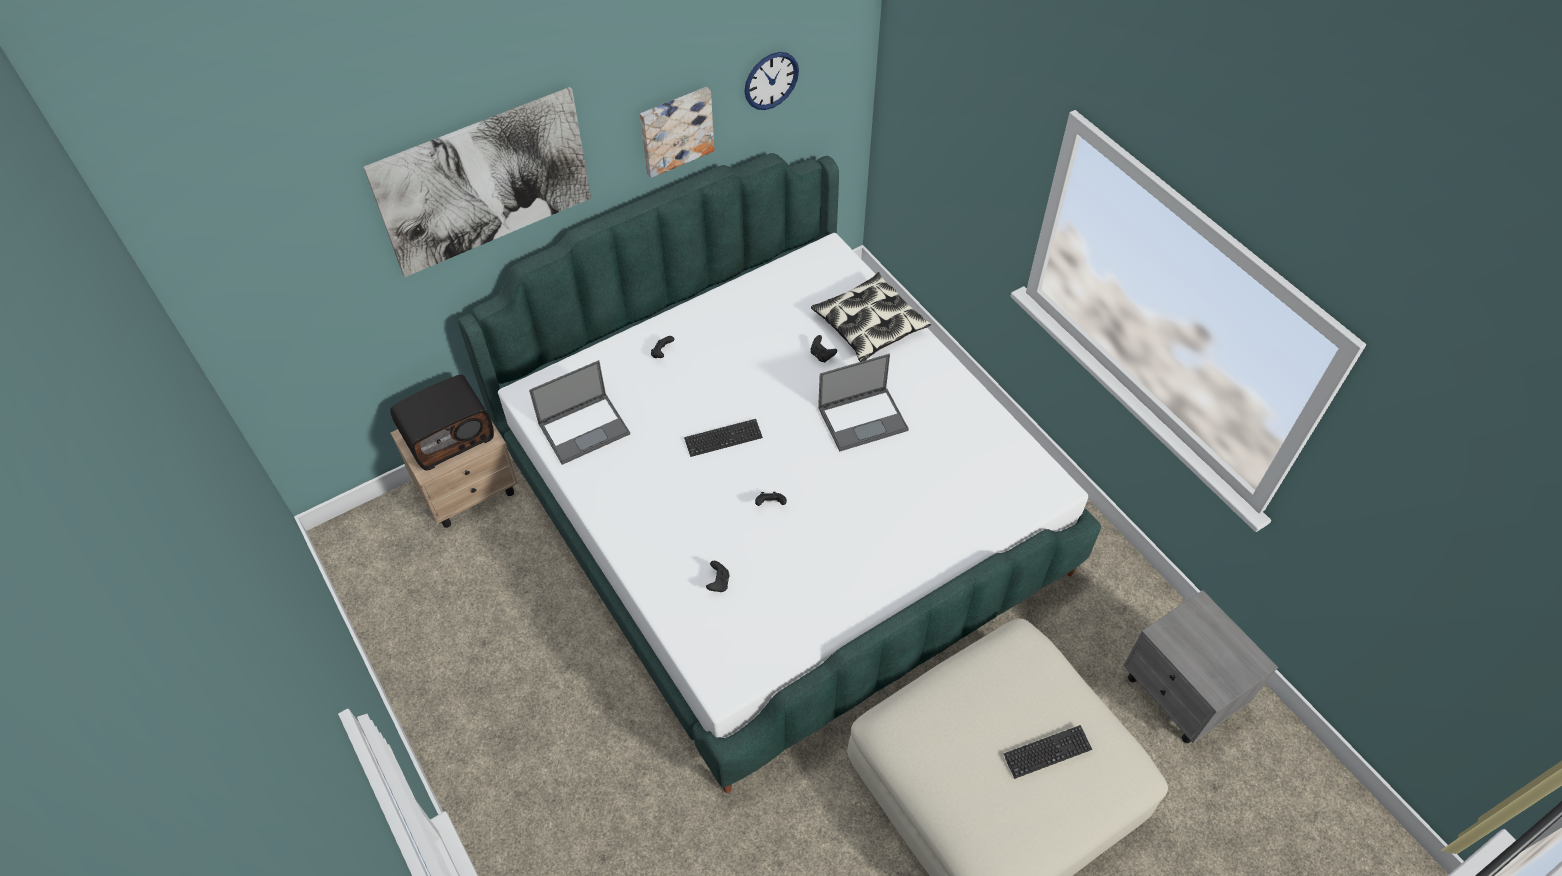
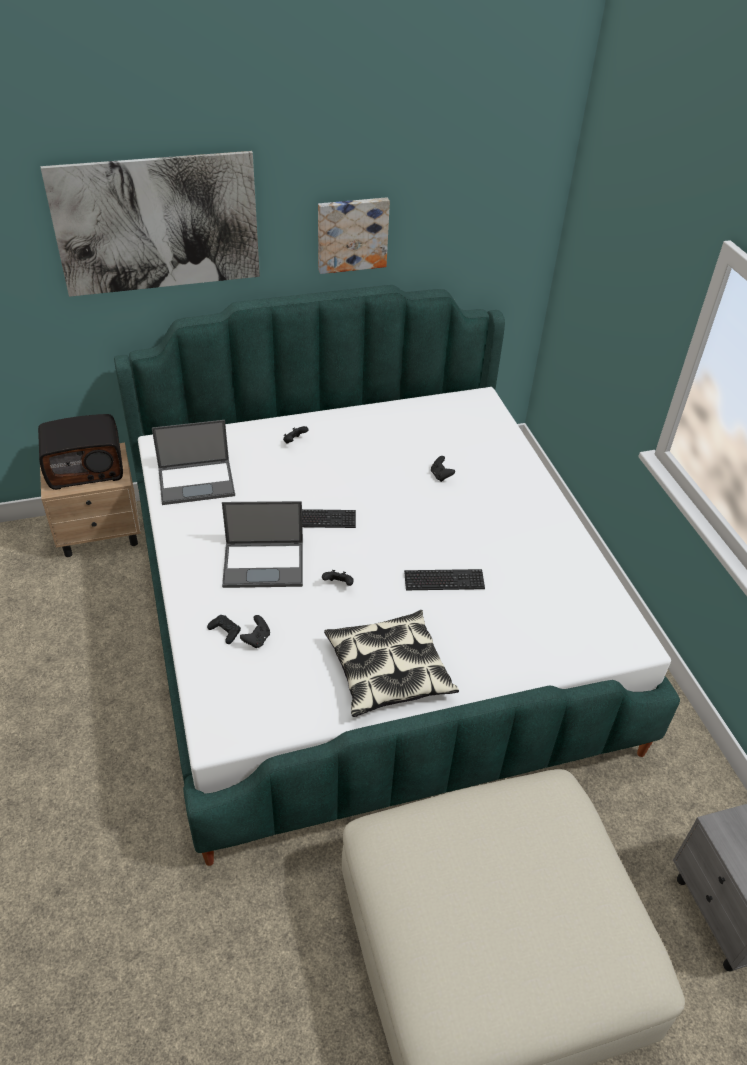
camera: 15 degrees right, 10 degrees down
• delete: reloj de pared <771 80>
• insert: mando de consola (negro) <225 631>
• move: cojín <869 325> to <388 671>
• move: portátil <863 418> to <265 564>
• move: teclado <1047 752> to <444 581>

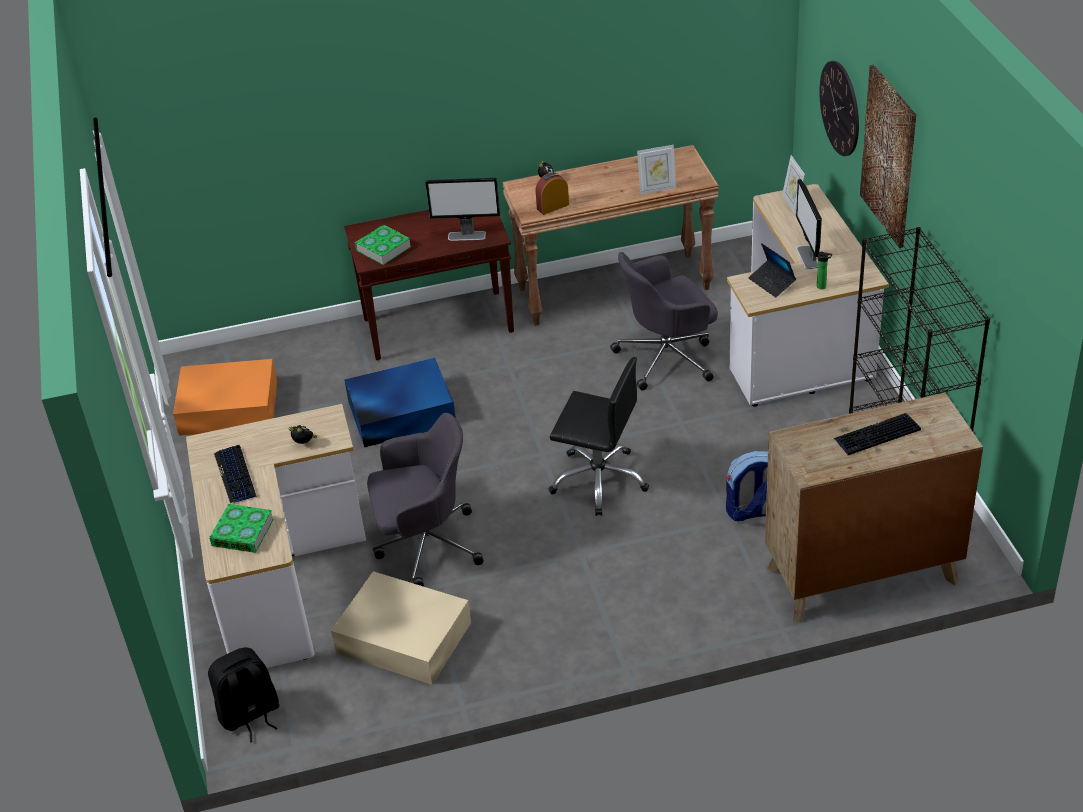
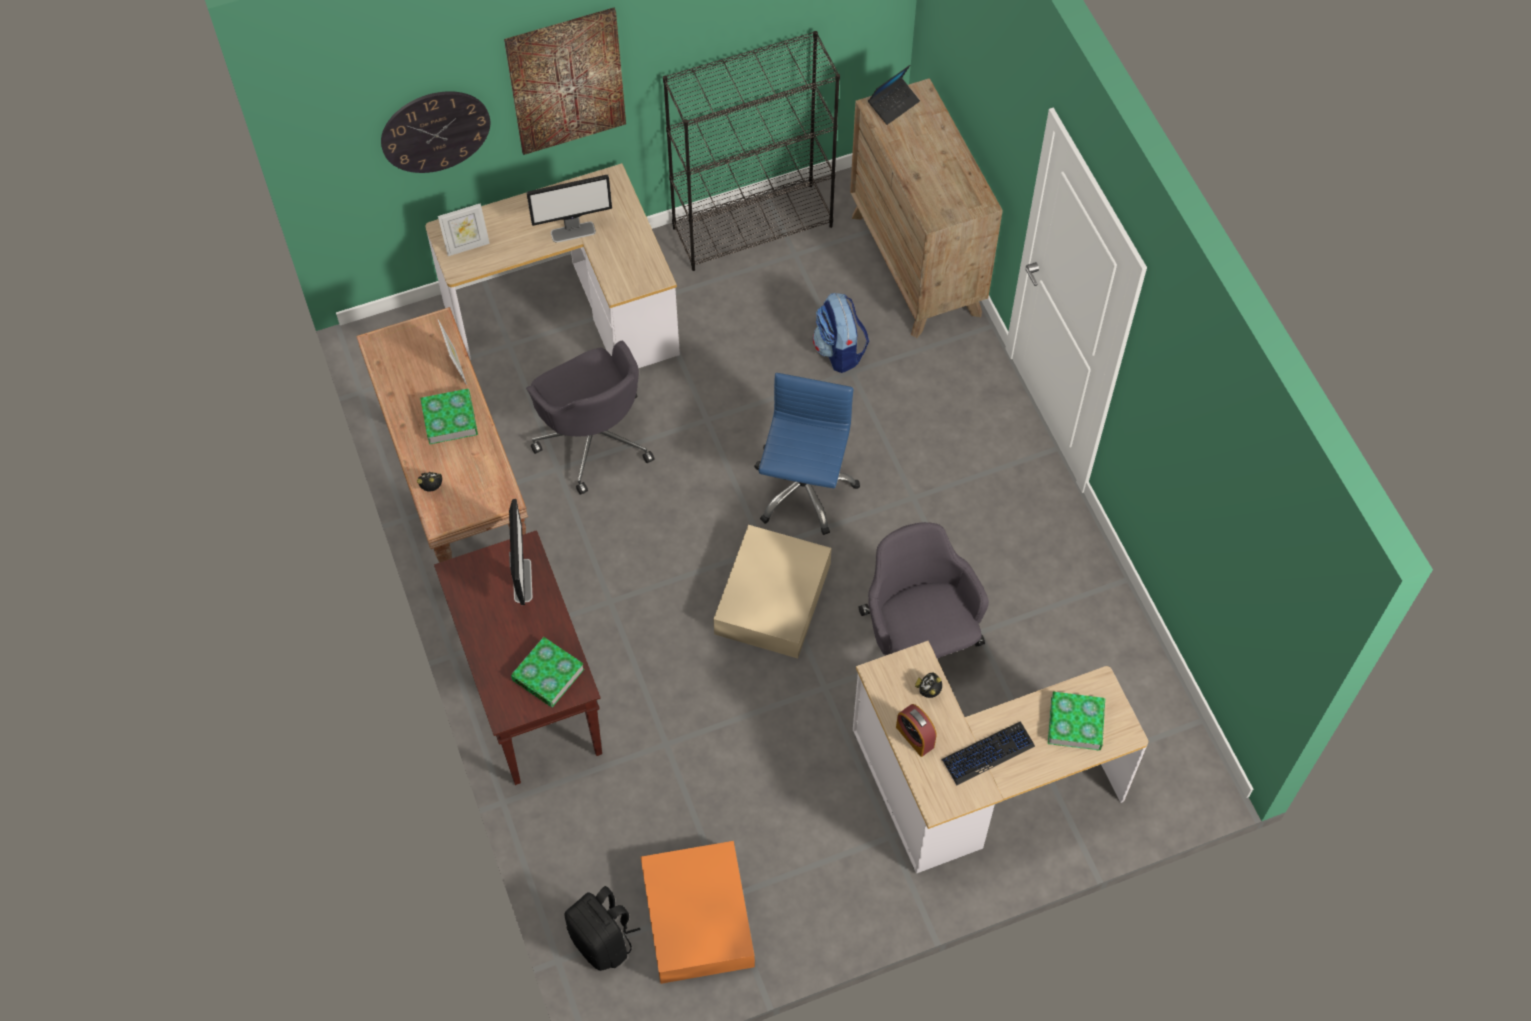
camera: 100 degrees left, 20 degrees up
• delete: caja de almacenaje (azul) <400 412>
• delete: botella <822 287>
• delete: teclado <877 435>
• insert: libro <450 419>
• move: mochila (negro) <250 715> to <603 940>
• move: caja de almacenaje (beis) <402 636> to <771 600>
• move: despertador <553 206> to <915 737>
• move: portátil <772 282> to <893 104>
• recolor: silla de oficina (negro) <599 480> to silla de oficina (azul) <803 489>

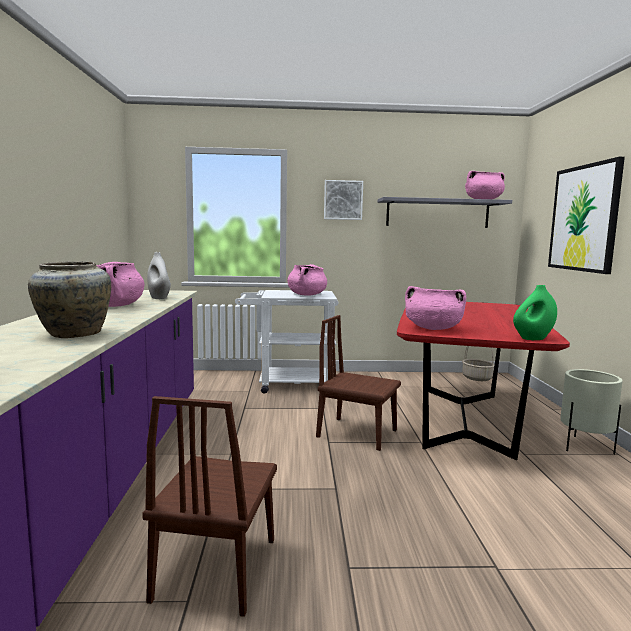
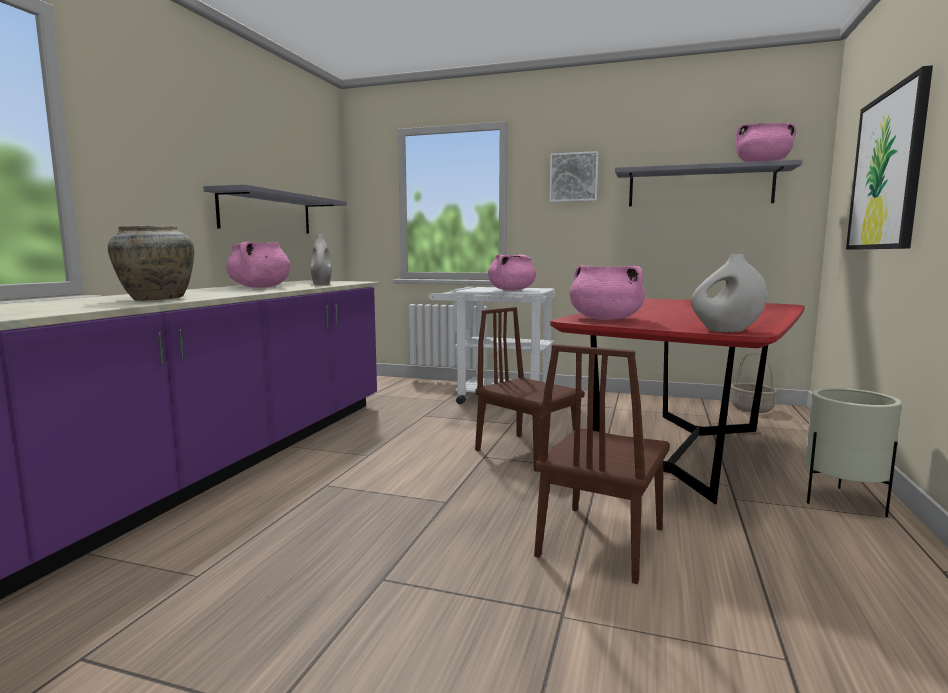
camera: 20 degrees right, 0 degrees up
• insert: estante (gris) <266 213>
• move: silla (marrón) <216 568> to <601 541>
• recolor: florero (verde) <533 338> to florero (blanco) <726 331>

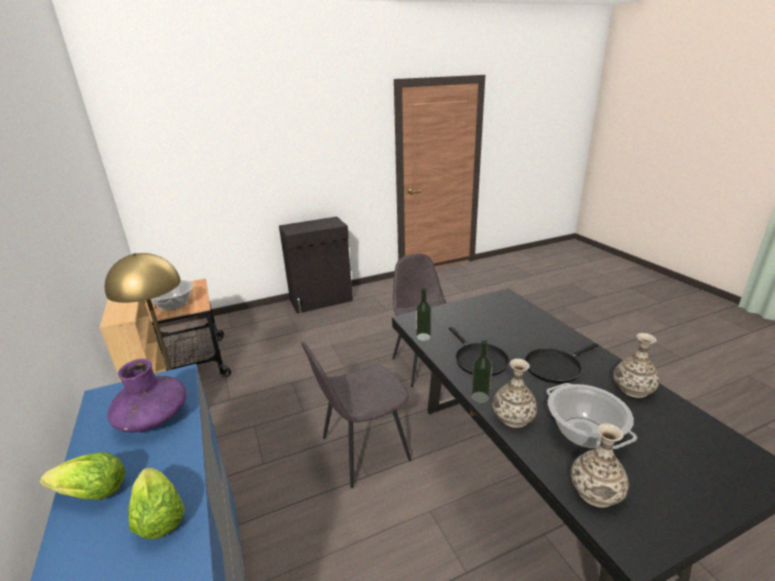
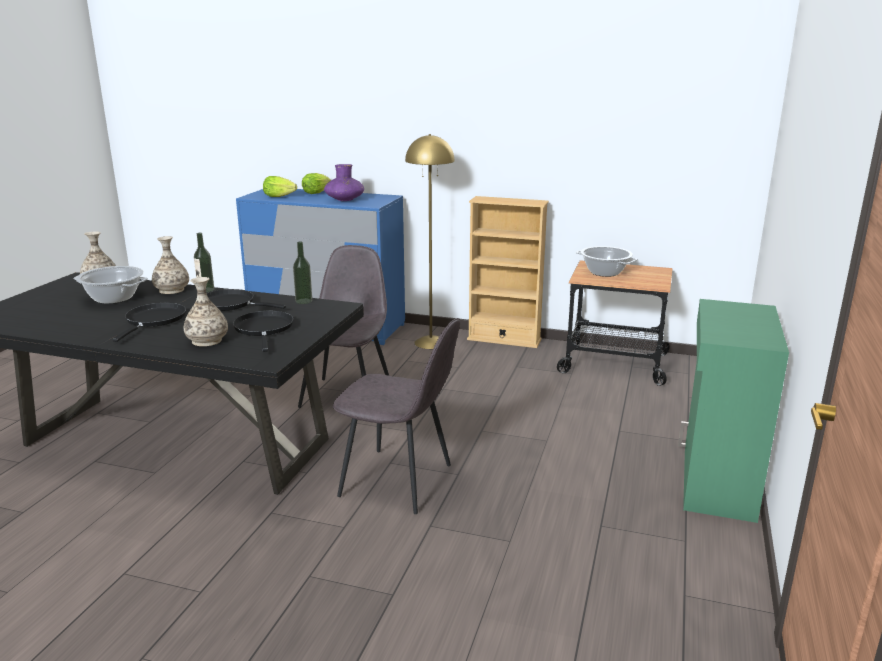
camera: 130 degrees right, 5 degrees down
• insert: sartén (negro) <264 329>
• move: florero <633 389> to <207 340>
• recolor: armario (negro) <321 301> to armario (verde) <715 482>

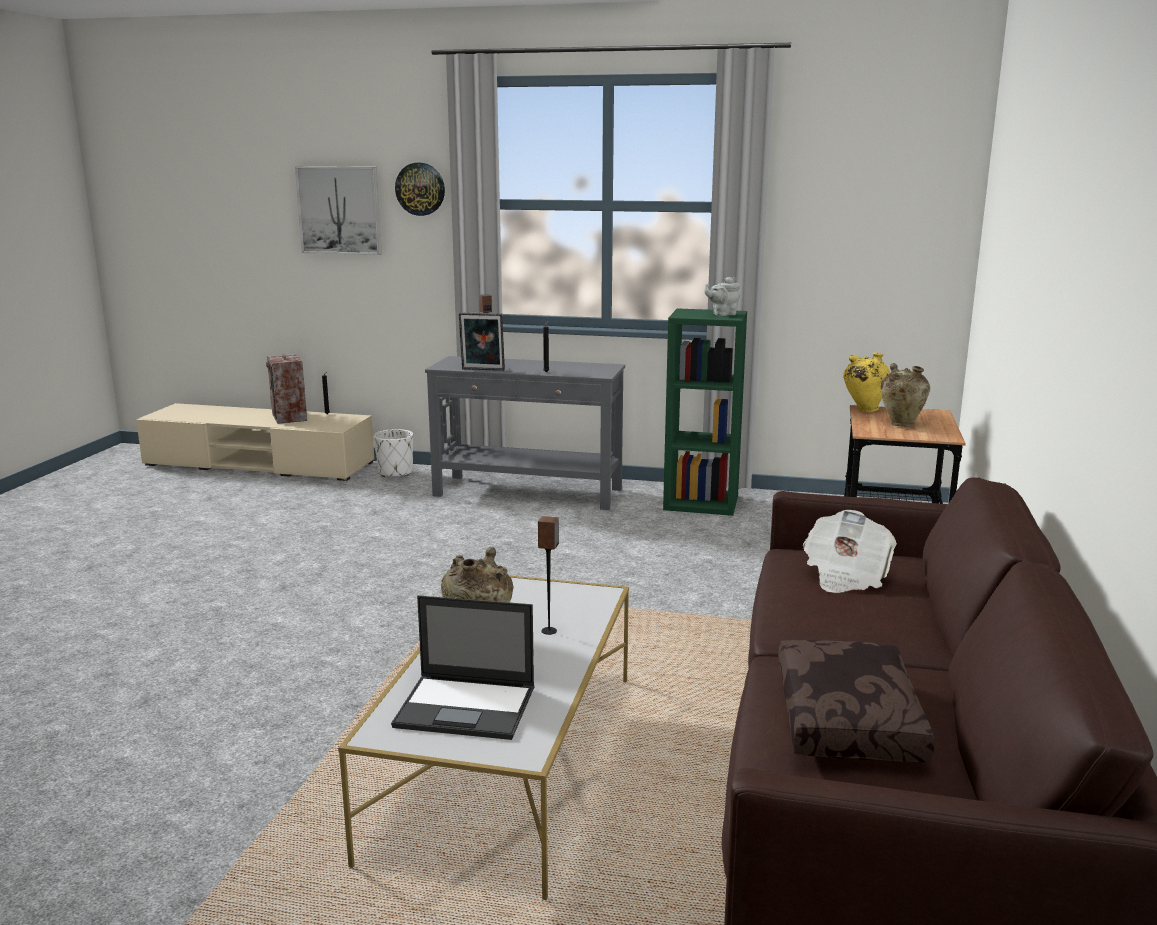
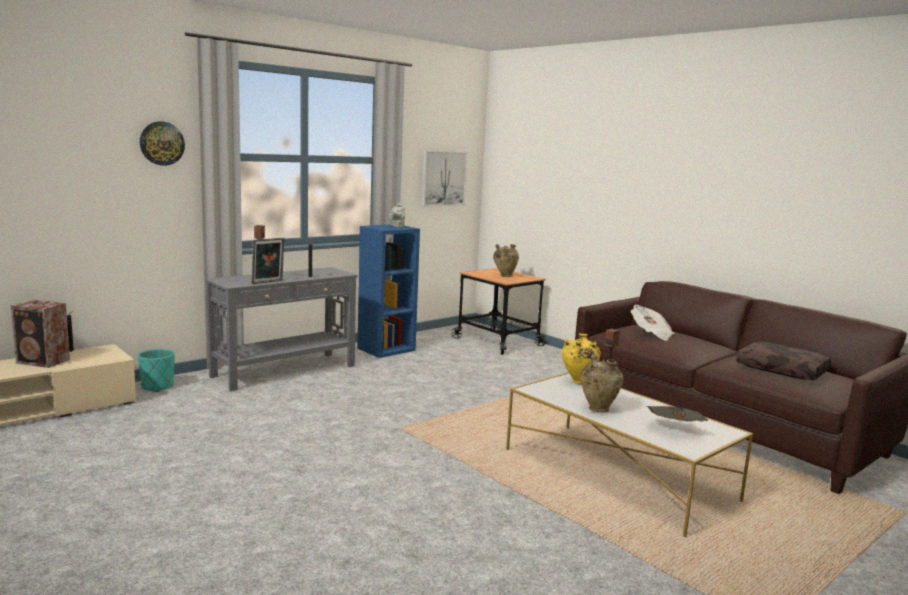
camera: 55 degrees left, 5 degrees down
• move: cuadro <339 210> to <443 178>
• move: florero (amarillo) <864 410> to <578 382>
• replace: portátil <467 707> to periódico <675 429>
• recolor: maceta (blanco) <395 472> to maceta (turquesa) <157 387>
• recolor: estantería (verde) <702 503> to estantería (azul) <386 349>

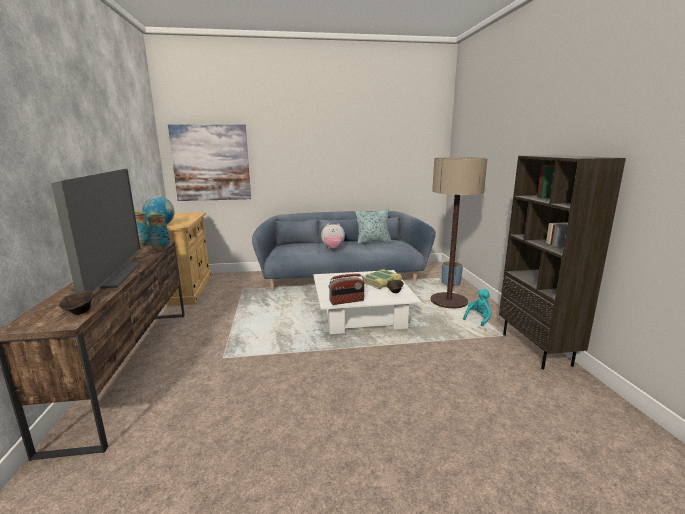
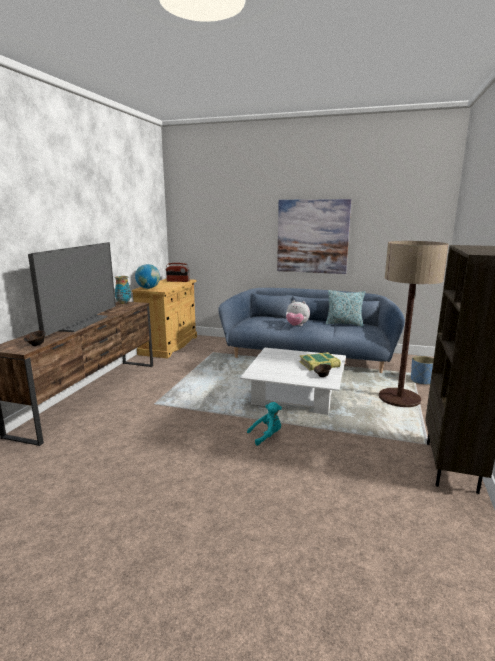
camera: 25 degrees right, 0 degrees up
• delete: florero <161 249>
• move: cuadro <211 163> to <312 236>
• move: radio <347 301> to <178 281>
• move: peluche (turquesa) <478 319> to <266 436>

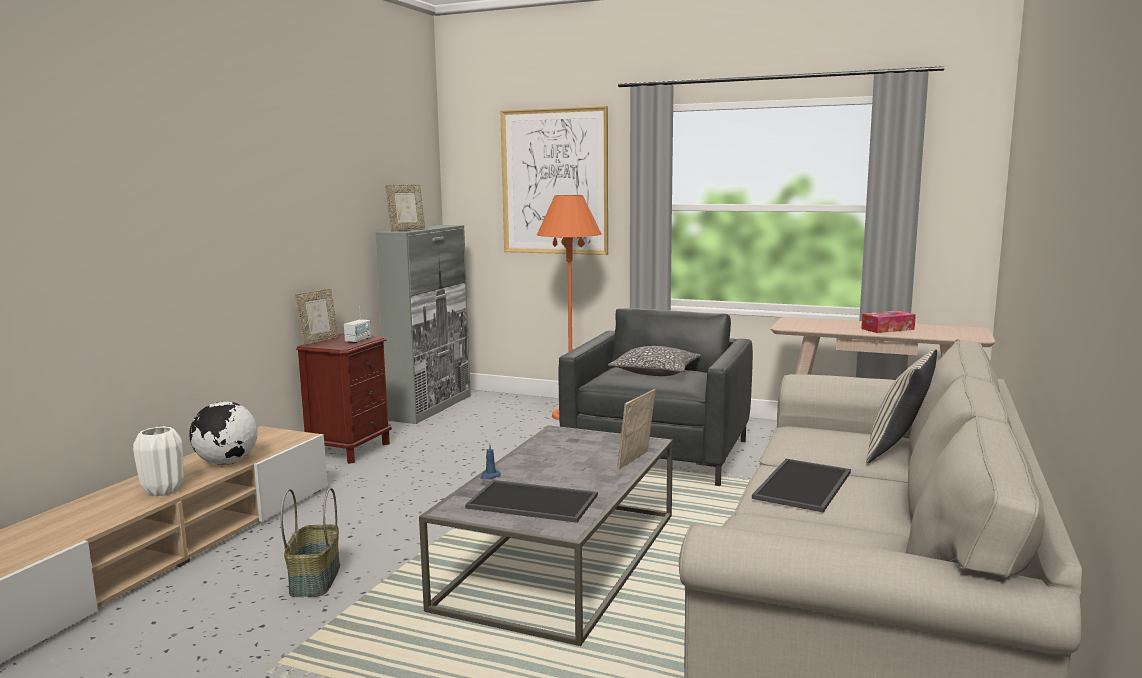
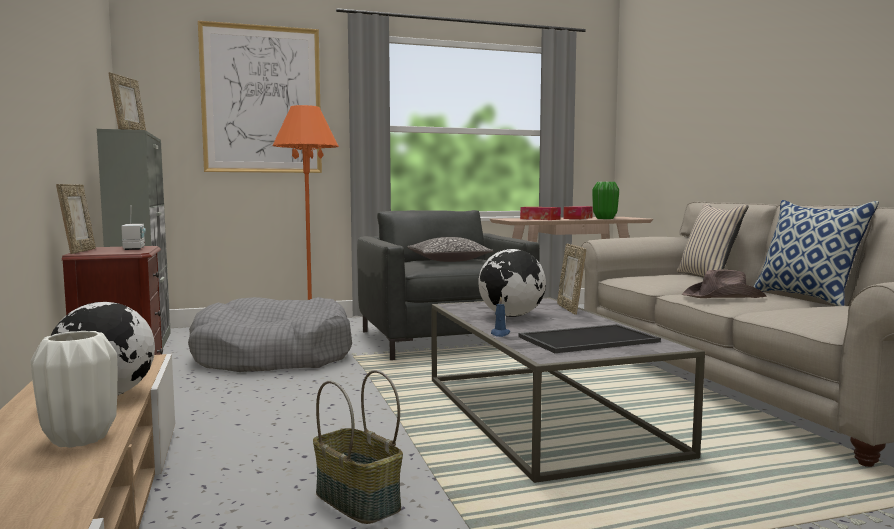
camera: 40 degrees left, 5 degrees down
• insert: cama para perro (gris) <272 356>
• insert: globo terráqueo <511 316>
• insert: caja de pañuelos <540 219>
• insert: florero (verde) <604 218>
• insert: cojín <807 298>
• replace: bandeja <804 486> to sombrero (marrón) <724 297>

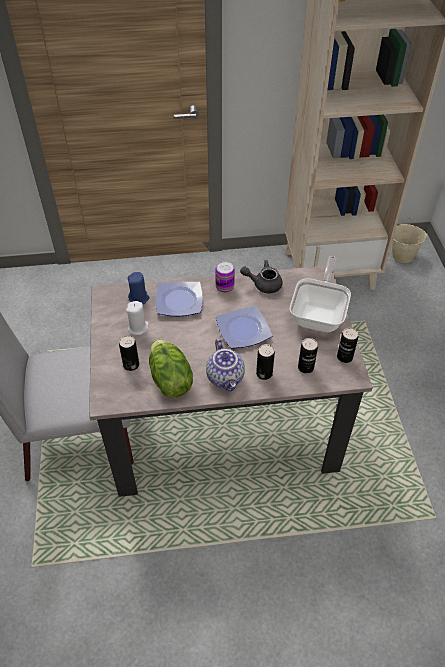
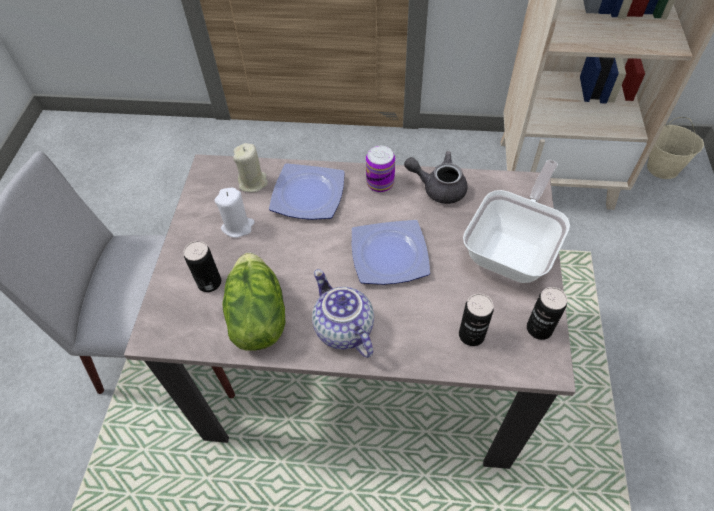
camera: 15 degrees right, 5 degrees up
• delete: lata <264 373>
• recolor: vela (azul) <139 298> to vela (beis) <253 182>
• rotate: tetera <226 377> = <342 329> 150 degrees clockwise

